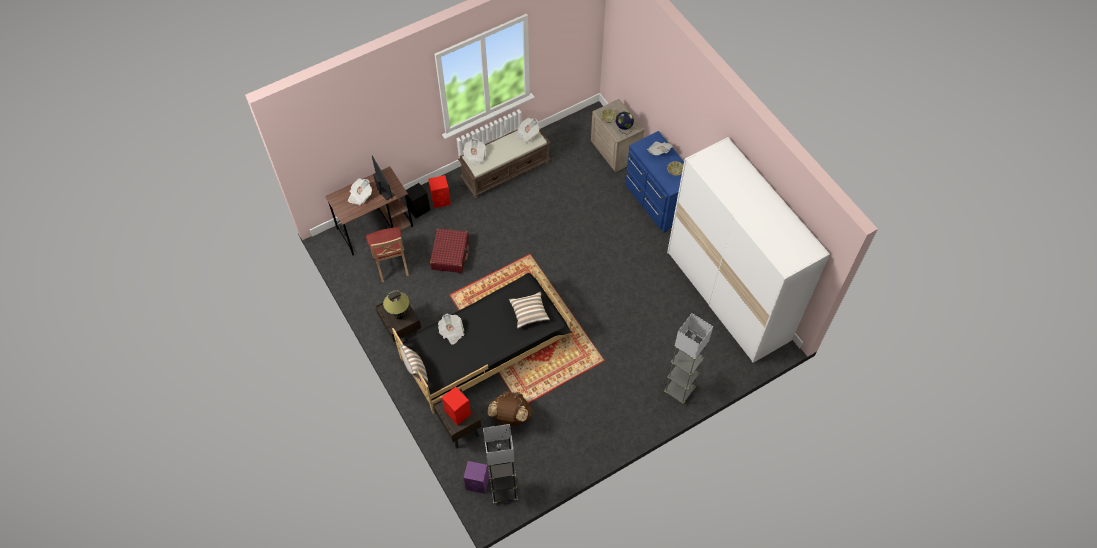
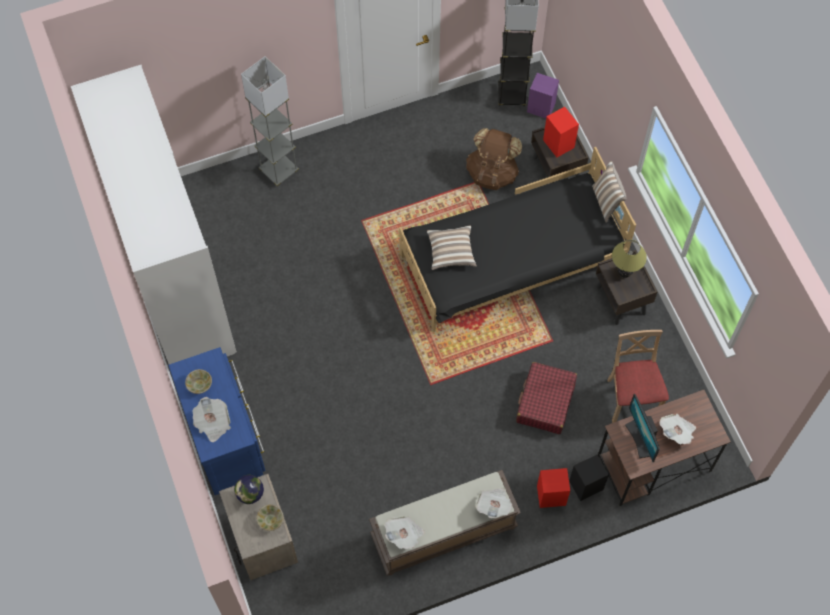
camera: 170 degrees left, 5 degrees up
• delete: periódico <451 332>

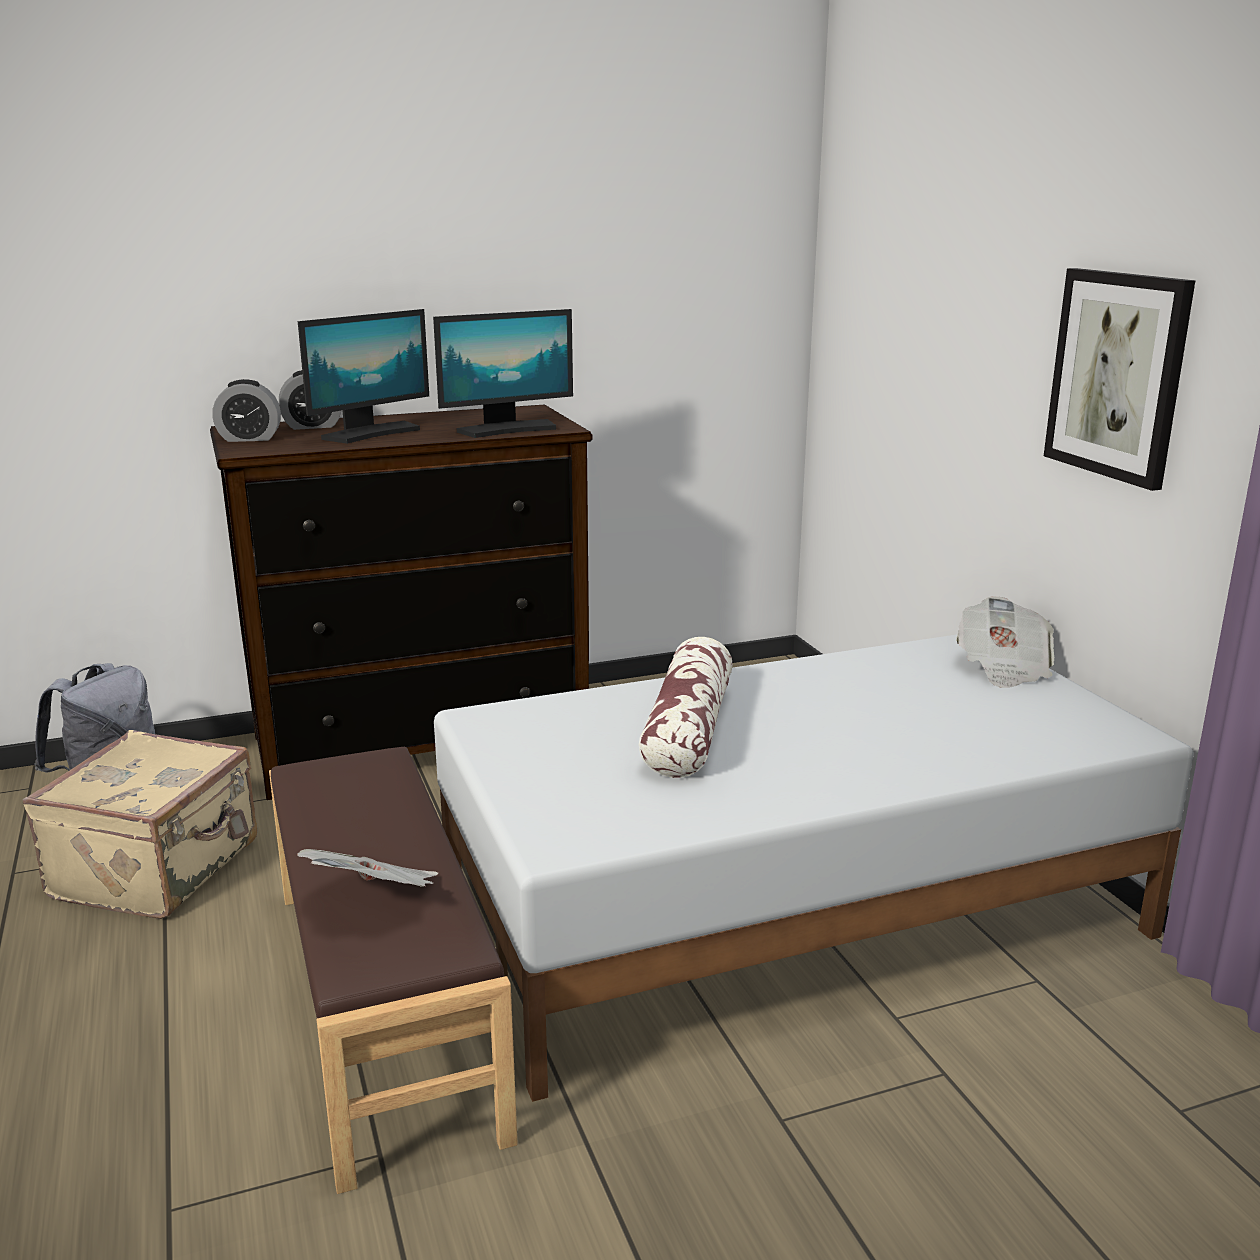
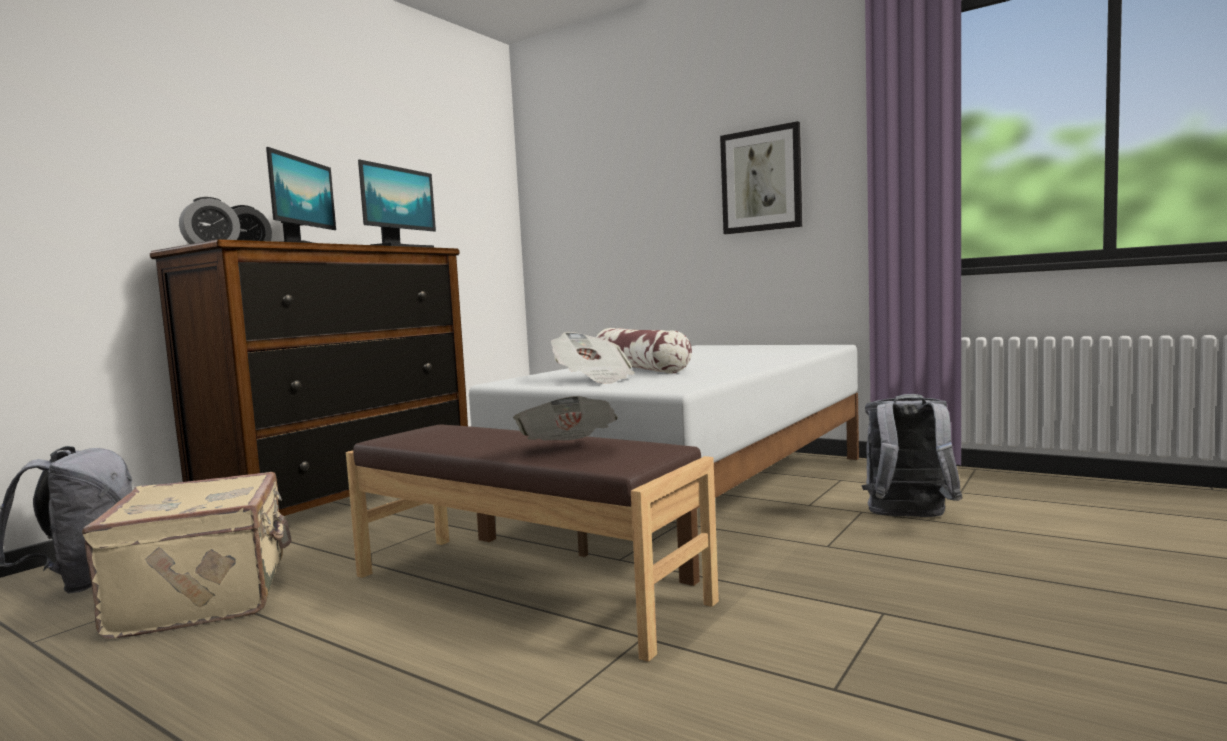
camera: 35 degrees left, 15 degrees down
• insert: mochila (gris) <908 518>
• move: periódico <1003 668> to <593 380>

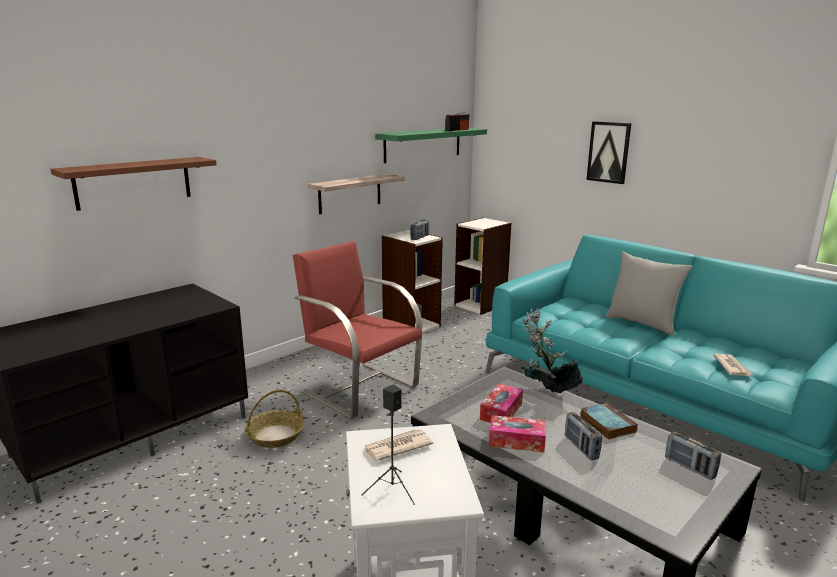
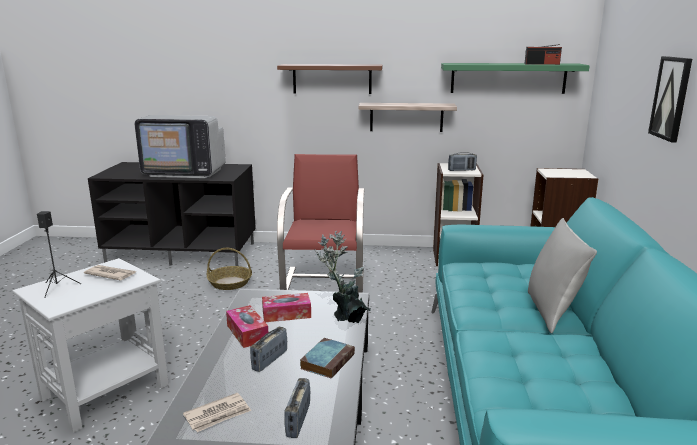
camera: 50 degrees right, 0 degrees up
• insert: televisor <185 172>
• move: estante (marrón) <133 182> to <332 79>
• move: periódico <732 367> to <218 415>

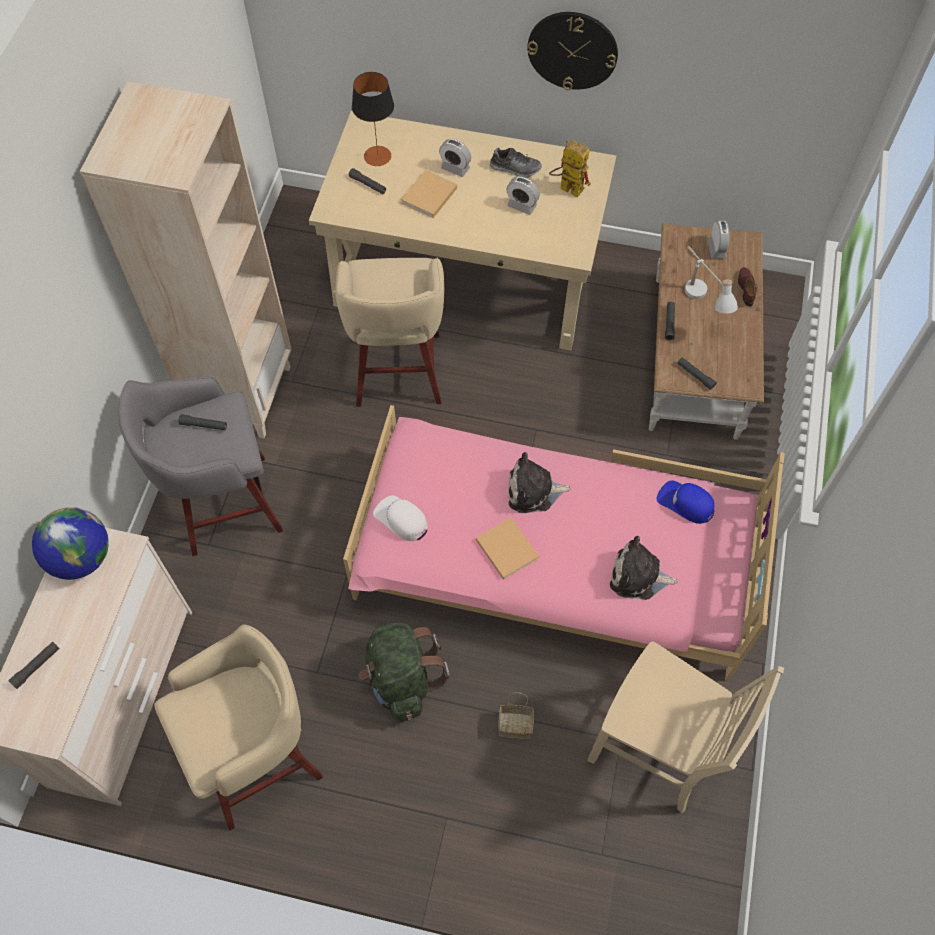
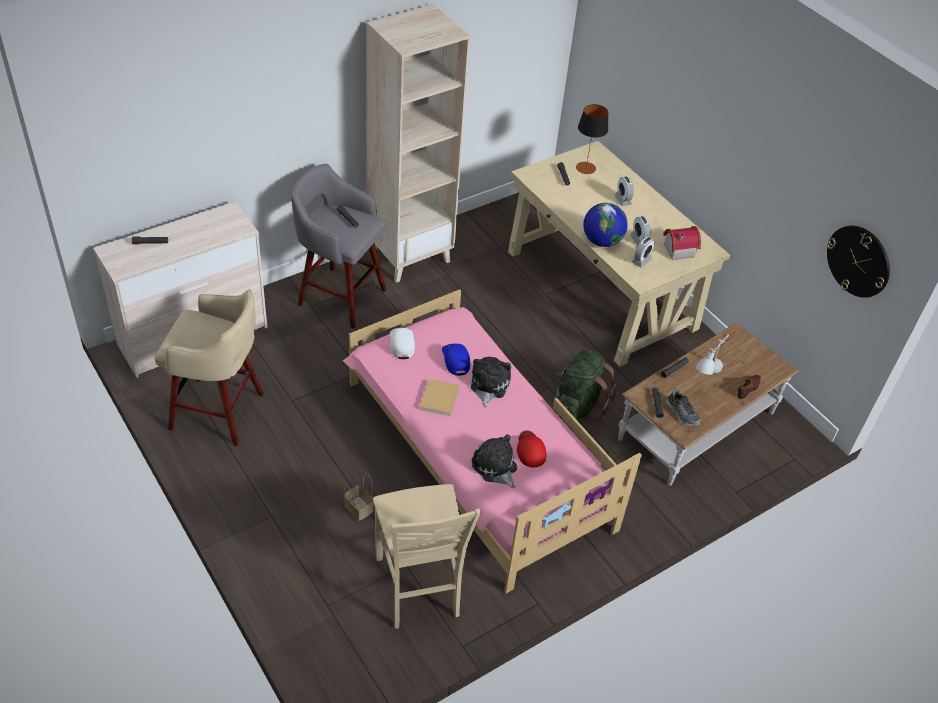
camera: 40 degrees right, 15 degrees down
• delete: taburete (beis) <398 373>
• delete: libro (beis) <428 196>
• insert: gorra (rojo) <530 450>
• move: globo terráqueo <81 557> to <601 241>
• move: mochila (verde) <401 679> to <578 405>
• move: zapato <515 168> to <682 413>
• move: reloj de pared <572 50> to <858 261>
• move: gorra (azul) <685 503> to <456 360>
• move: despertador <716 249> to <641 261>
• replace: robot de juguete <566 188> to casita <677 249>
• rotate: peluche <533 491> = <488 385> 60 degrees clockwise

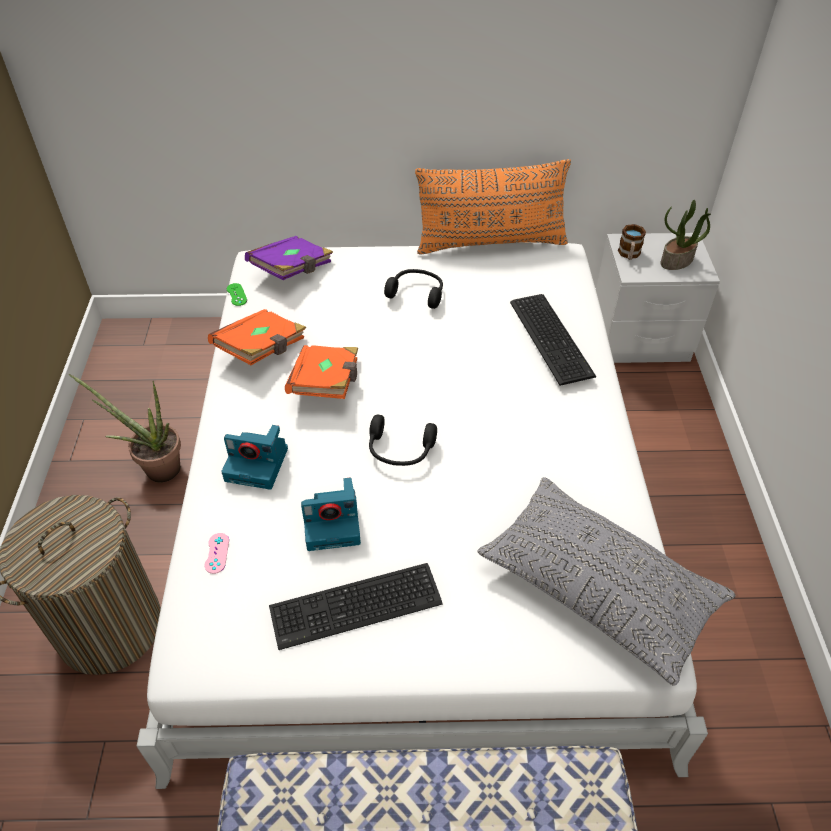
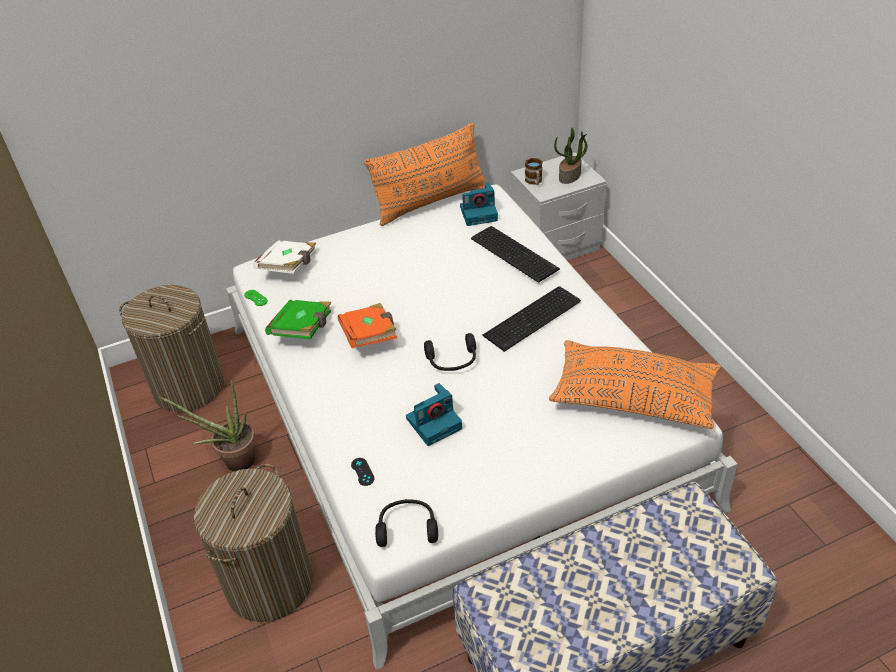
camera: 20 degrees left, 5 degrees down
• insert: cesto de la ropa <189 387>
• move: cámara <258 464> to <479 213>
• move: teclado <358 607> to <534 318>
• move: auriculares (negro) <417 293> to <407 527>
• recolor: mando de consola (rosa) <217 553> to mando de consola (negro) <362 472>
• recolor: libro (naranja) <262 349> to libro (verde) <303 329>
• recolor: libro (morado) <292 270> to libro (blanco) <289 267>
• recolor: cojín (gris) <598 587> to cojín (naranja) <633 397>

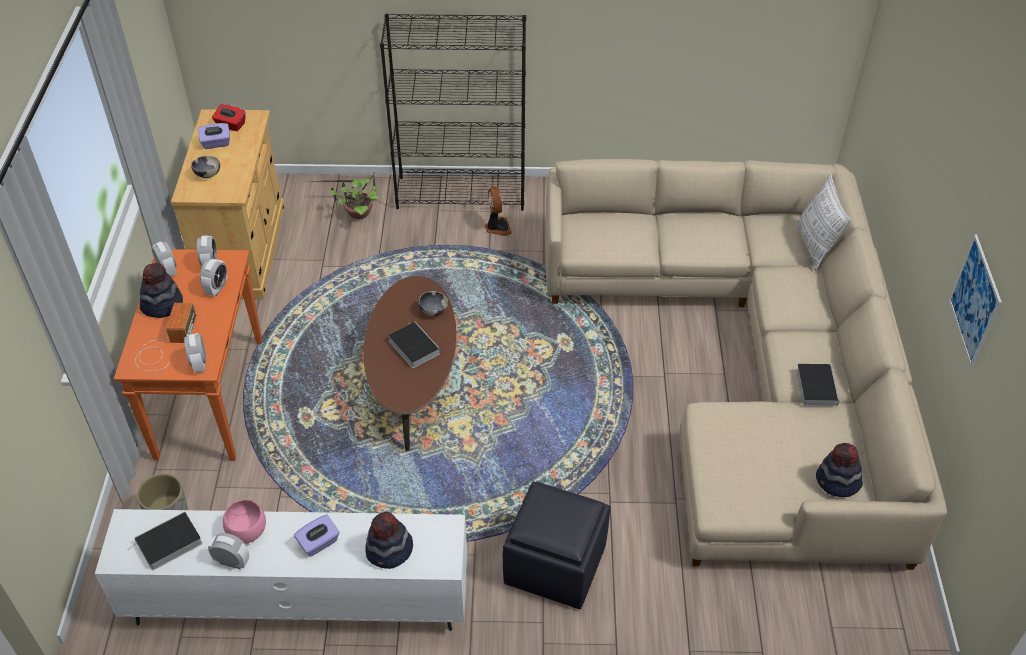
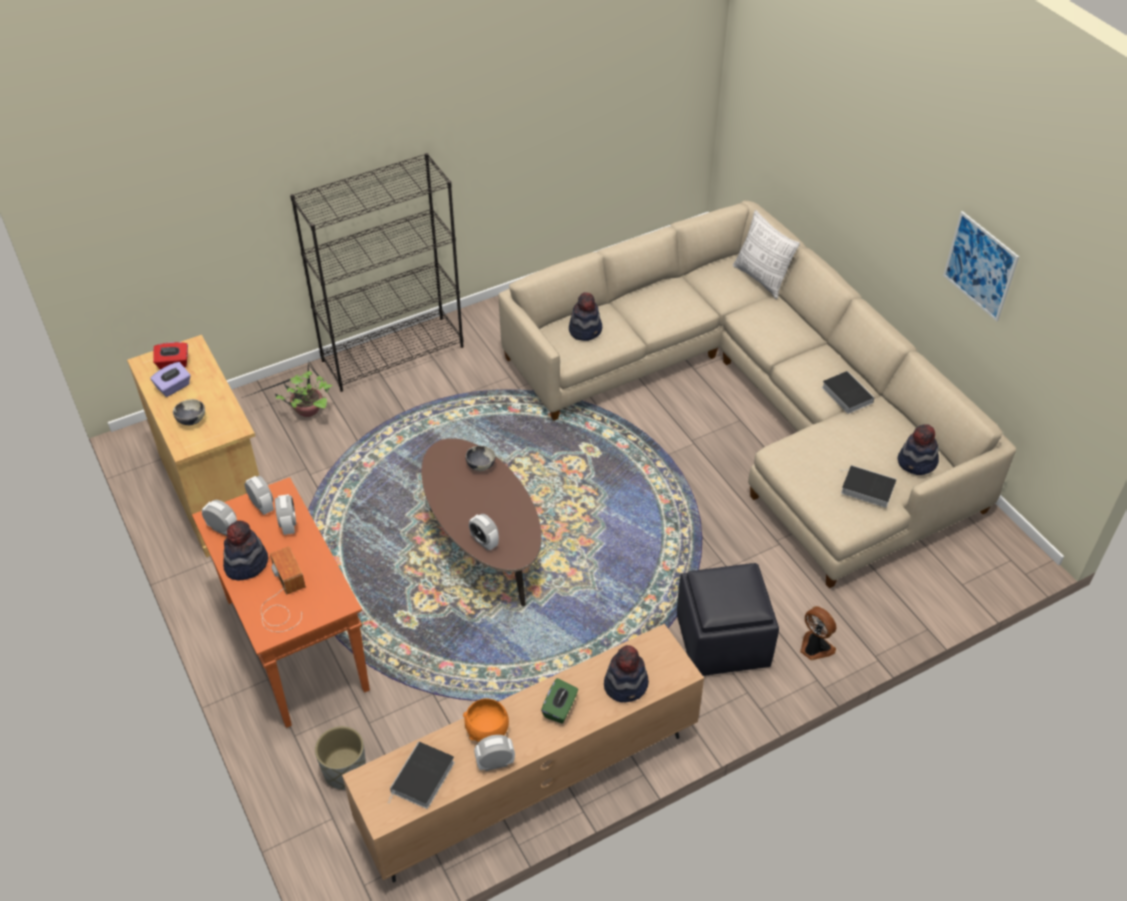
camera: 30 degrees left, 0 degrees up
• insert: sombrero <585 330>
• move: despertador <199 363> to <484 542>
• move: libro <412 346> to <866 488>
• move: ventilador <497 227> to <814 648>
• recolor: mueble de televisión (blanco) <299 602> to mueble de televisión (marrón) <530 783>
• recolor: cuenco (rosa) <248 532> to cuenco (naranja) <488 731>
• recolor: caja de pañuelos (morado) <319 543> to caja de pañuelos (verde) <560 708>

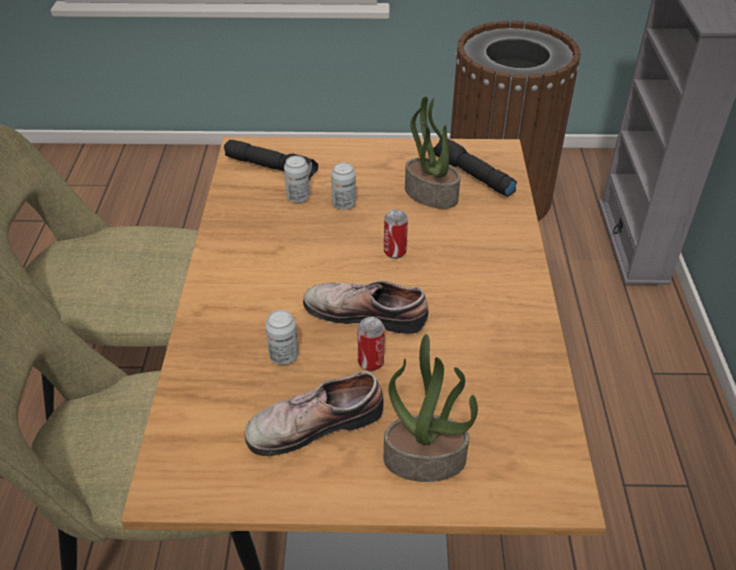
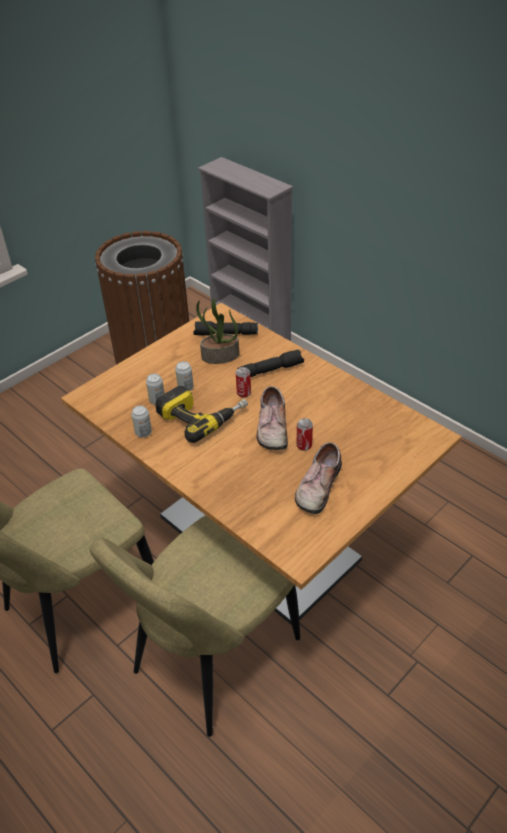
camera: 45 degrees left, 0 degrees up
• delete: planta en maceta <425 459>
• insert: taladro <202 415>
• move: linterna (negro) <272 167> to <270 370>
• move: lata <283 356> to <143 433>
• rotate: zapato <366 311> = <271 427> 60 degrees counterclockwise

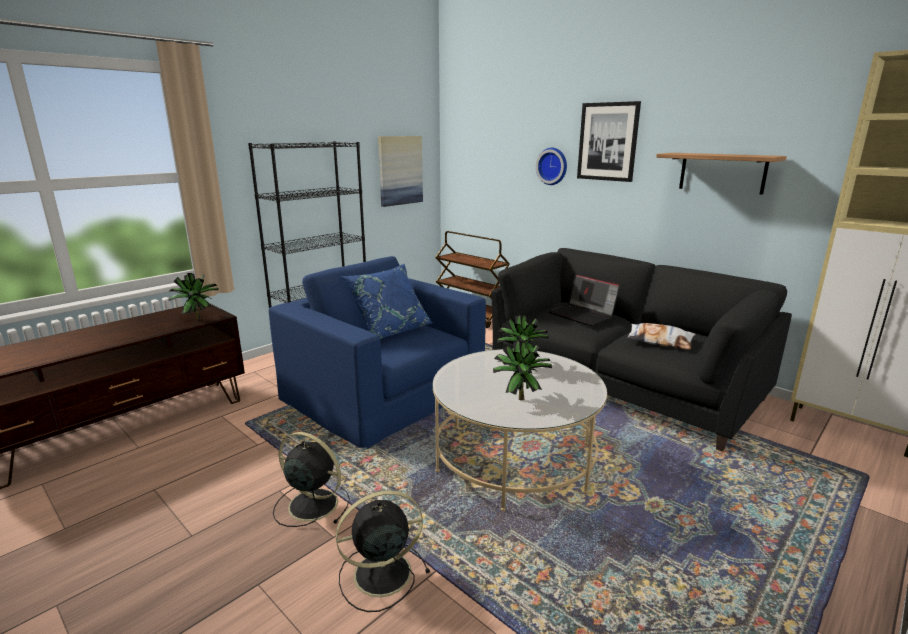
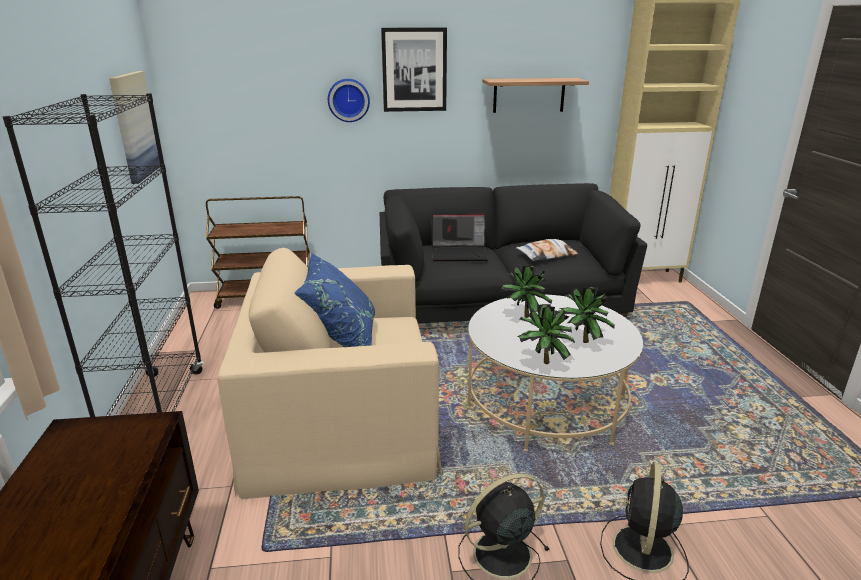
camera: 50 degrees left, 5 degrees up
• move: planta en maceta <196 319> to <542 363>
• recolor: sillón (azul) <384 391> to sillón (beis) <340 416>

